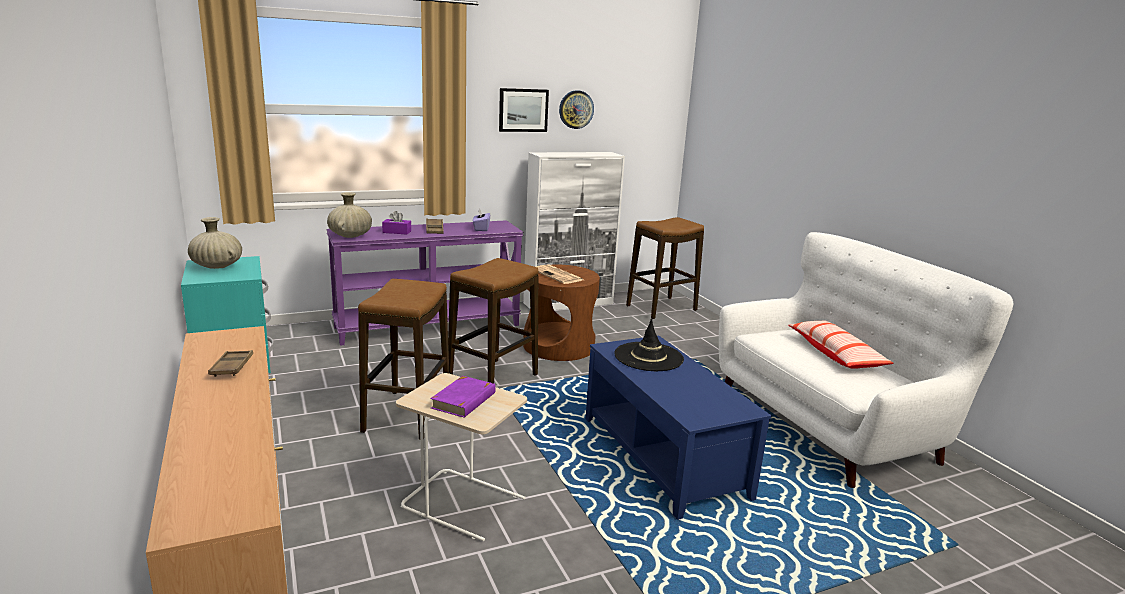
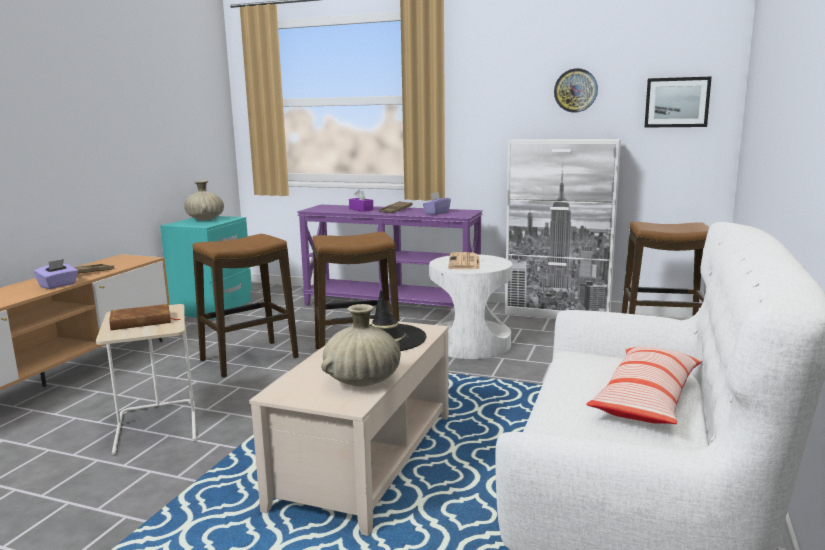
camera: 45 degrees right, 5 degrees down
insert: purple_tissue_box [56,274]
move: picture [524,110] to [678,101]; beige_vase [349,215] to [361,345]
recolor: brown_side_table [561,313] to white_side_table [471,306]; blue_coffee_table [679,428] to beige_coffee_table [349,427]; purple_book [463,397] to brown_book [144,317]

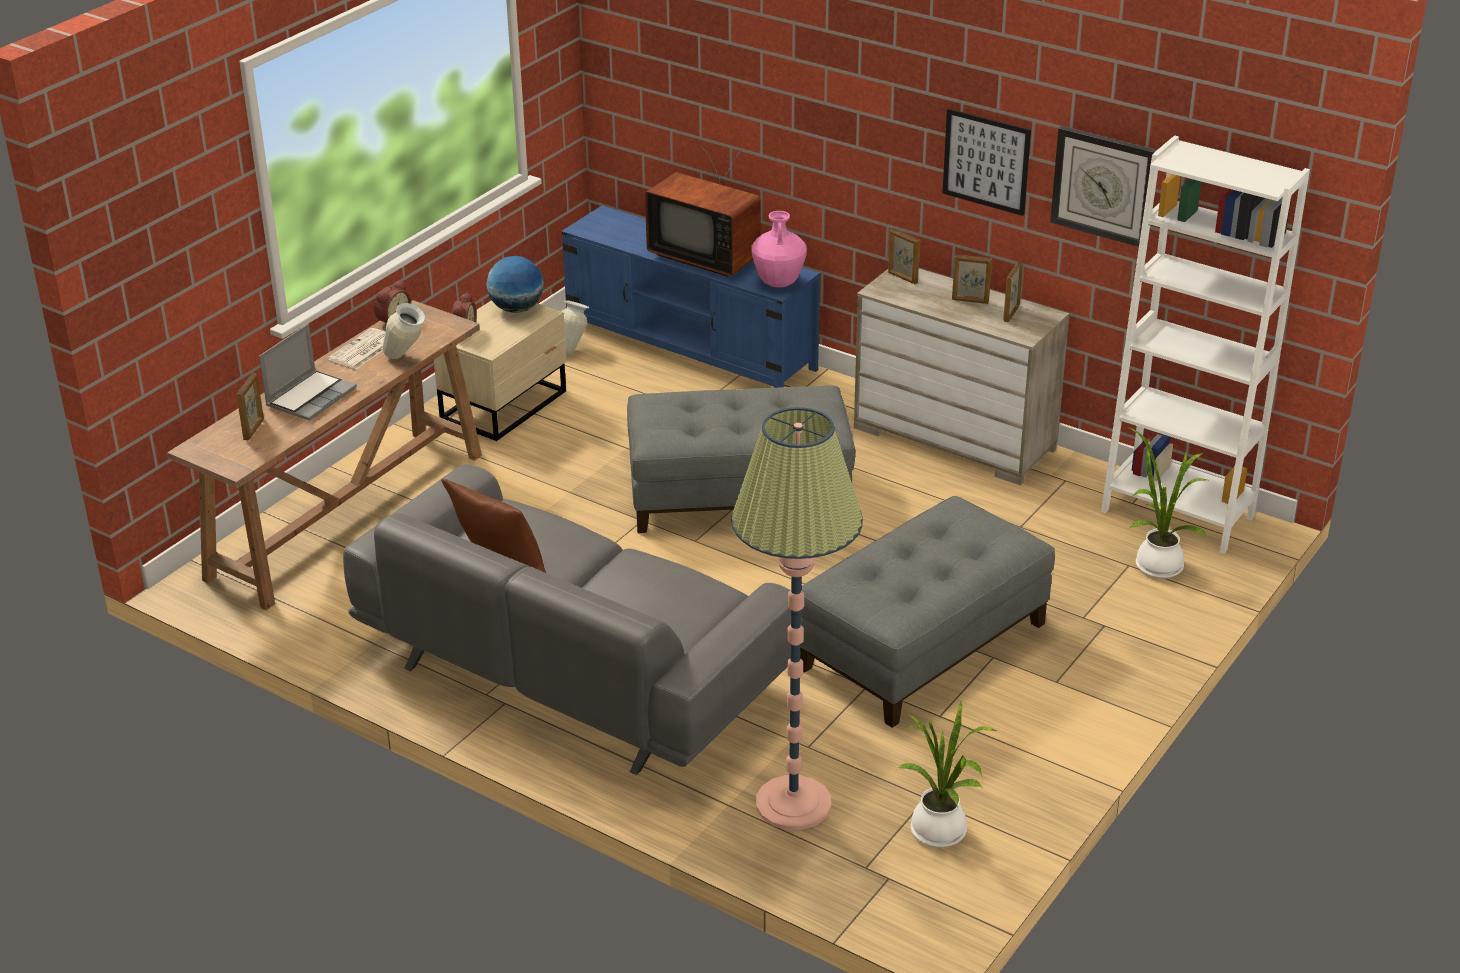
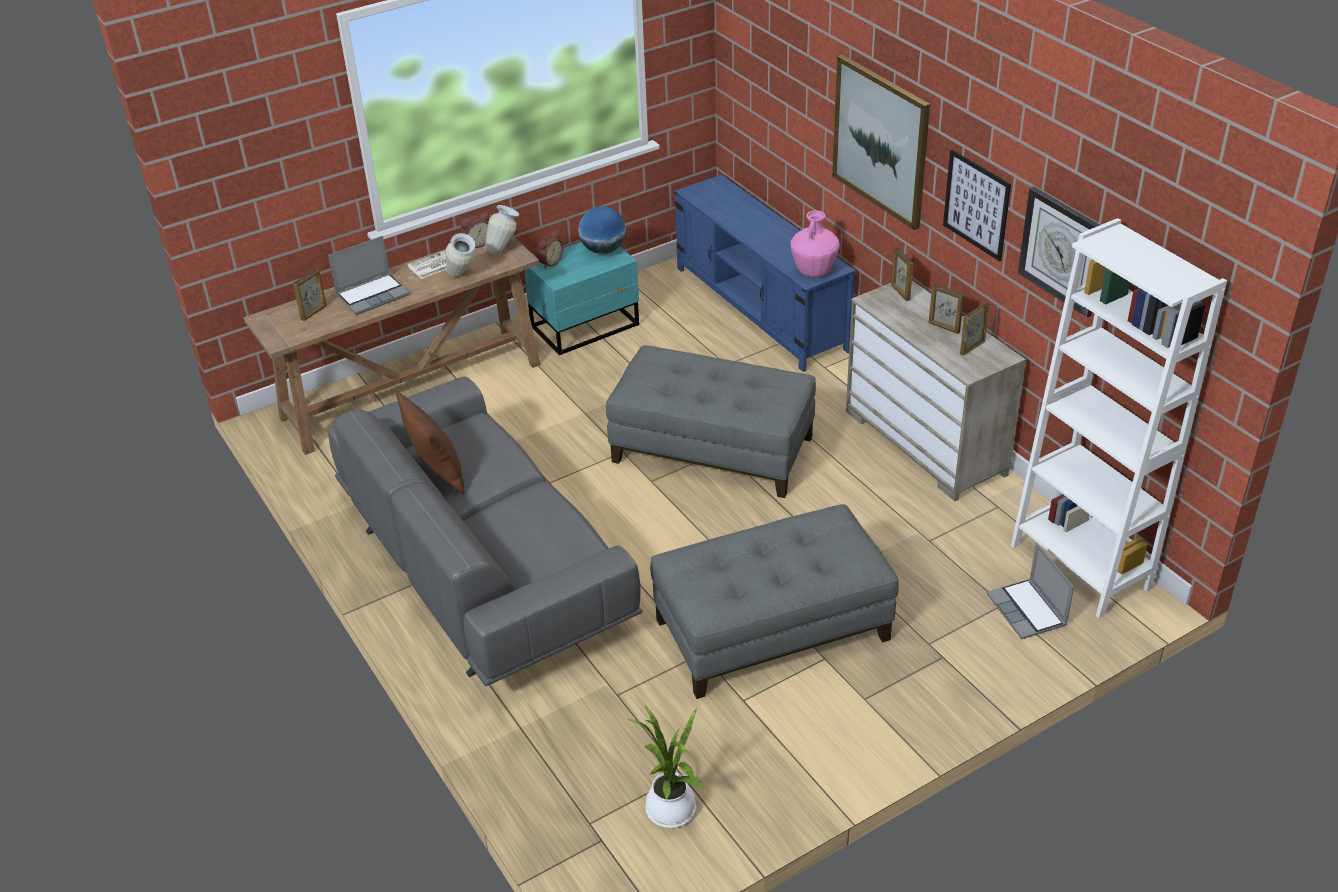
camera: 25 degrees right, 5 degrees up
delete: television [703,210]; floor_lamp [797,618]
insert: picture [881,142]
move: vase [575,327] to [502,230]
replace: potted_plant [1167,503] to laptop [1030,590]
recolor: beige_nightstand [500,370] to turquoise_nightstand [581,298]

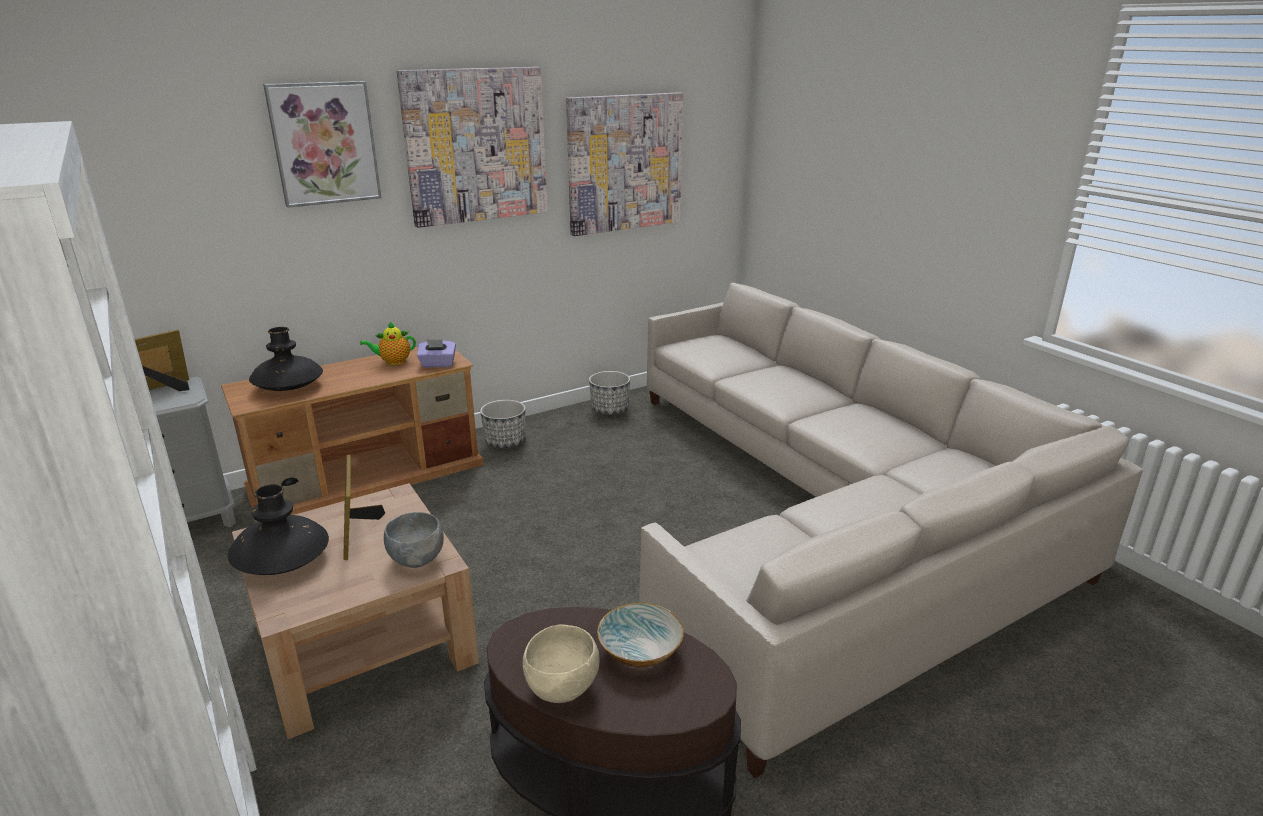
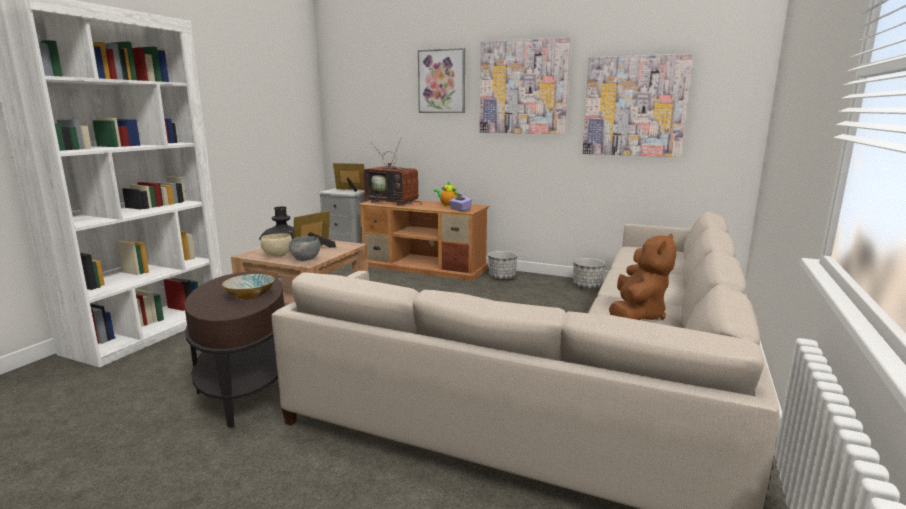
camera: 55 degrees right, 10 degrees down
insert: brown_plush_toy [642,276]
move: beige_bowl [561,663] to [276,245]
replace: black_vase [286,359] to television [393,171]

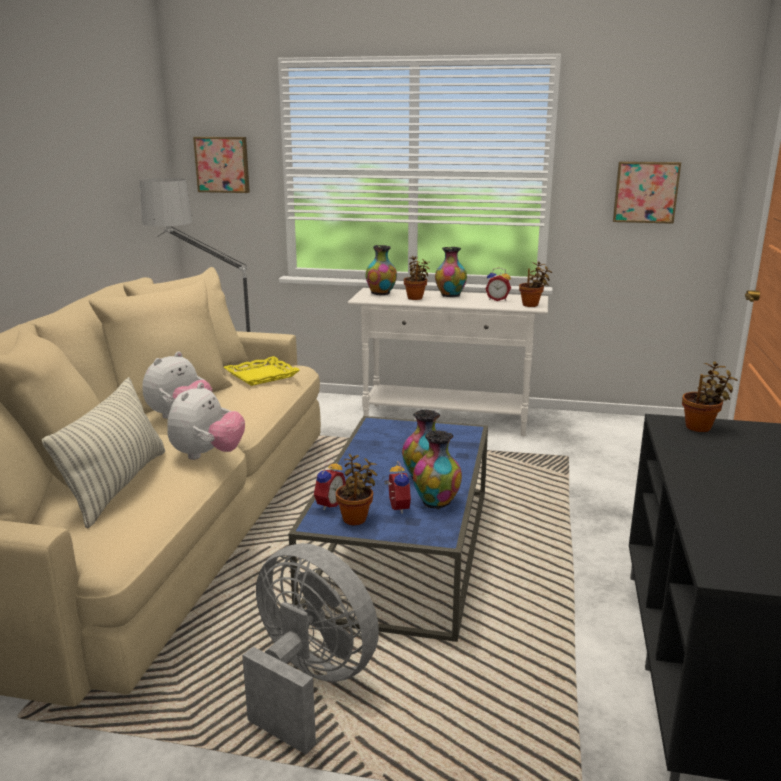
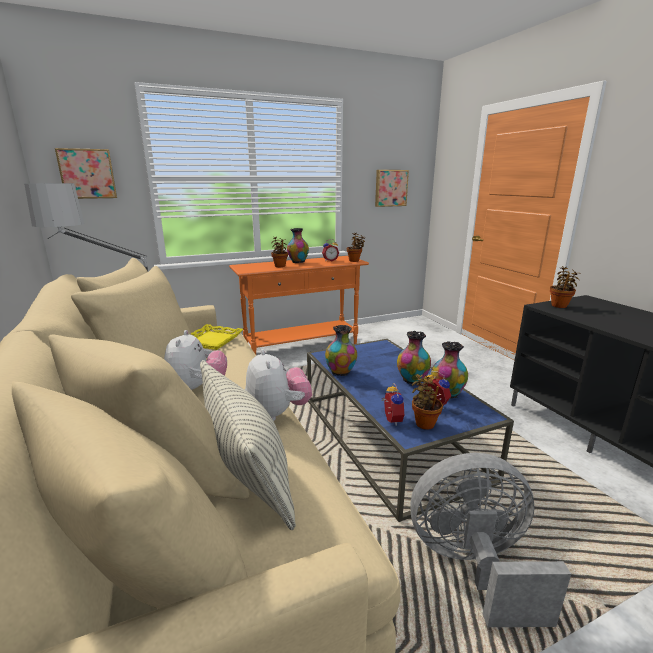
camera: 35 degrees left, 0 degrees up
move: vase [381,270] to [341,350]
recolor: white_console_table [448,362] to orange_console_table [299,305]

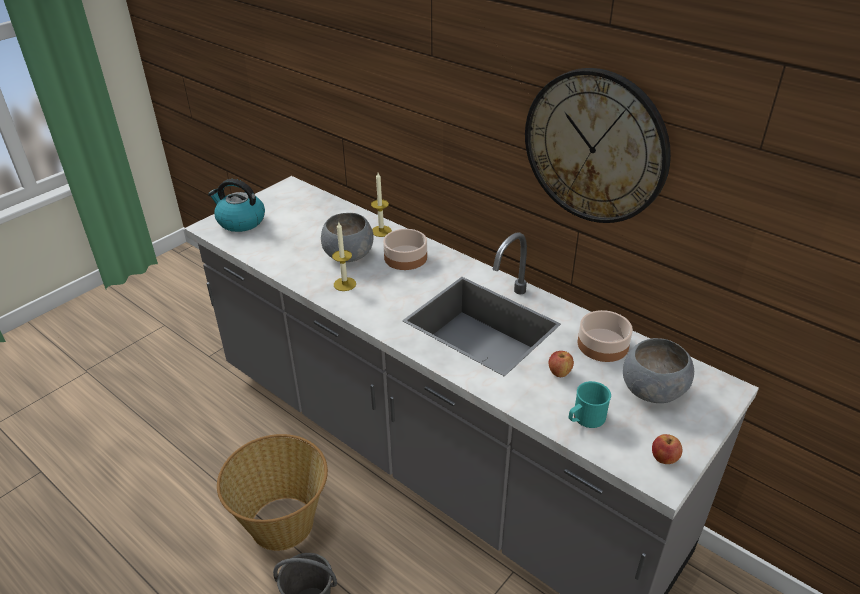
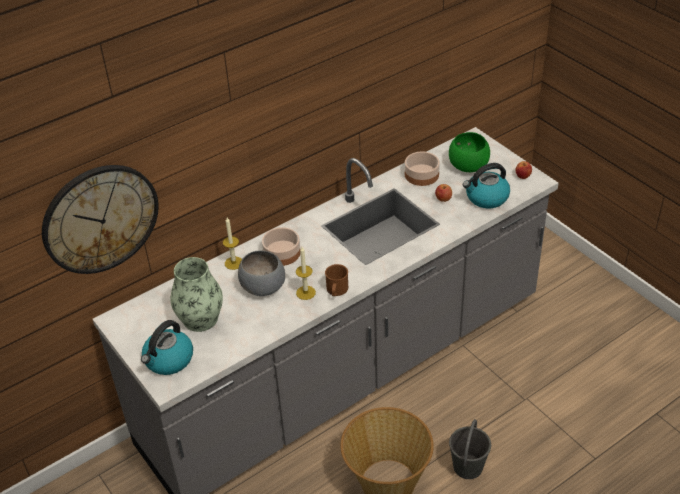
camera: 75 degrees left, 5 degrees up
insert: vase [196,294]; brown_mug [336,280]
move: wall_clock [598,145] to [100,219]
replace: turquoise_mug [590,404] to kettle [486,185]
recolor: grey_bowl [658,370] to green_bowl [469,152]

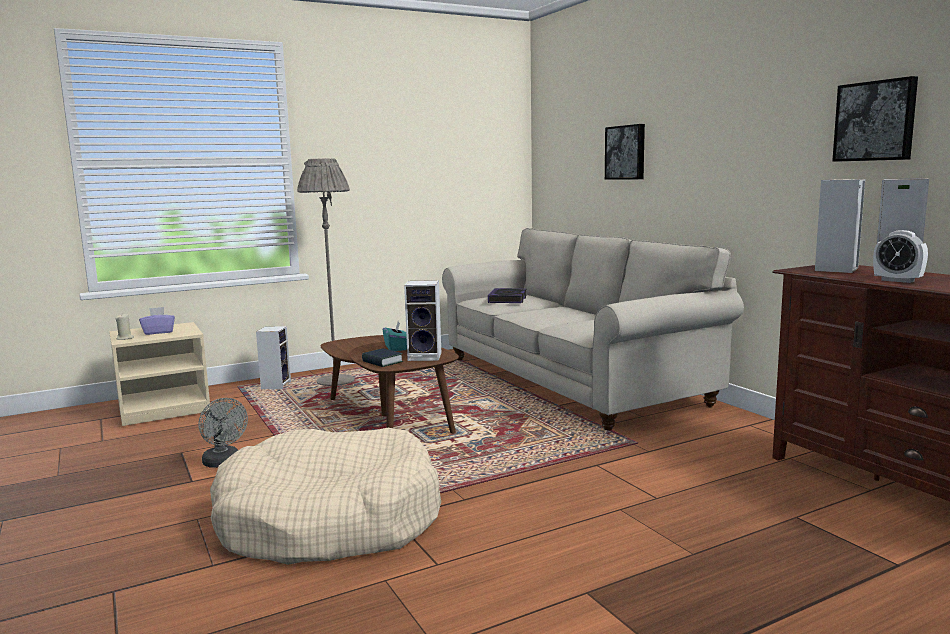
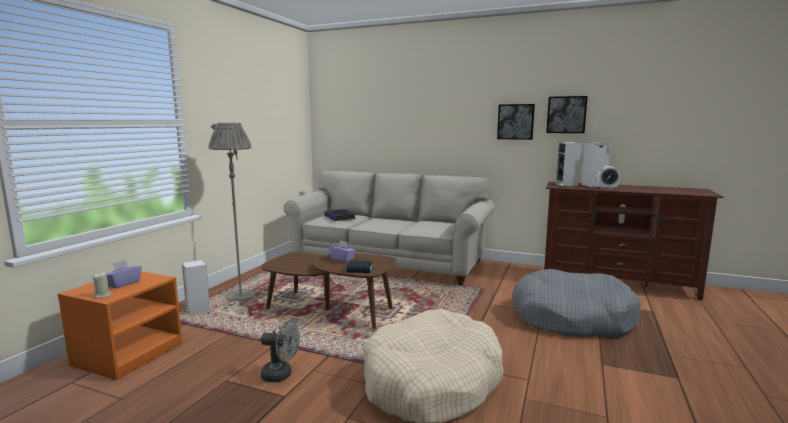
camera: 40 degrees left, 0 degrees up
delete: speaker [422,320]
insert: grey_dog_bed [576,303]
move: picture [625,152] to [516,122]
recolor: beige_nightstand [159,374] to orange_nightstand [120,325]; turquoise_tissue_box [395,336] to purple_tissue_box [342,251]

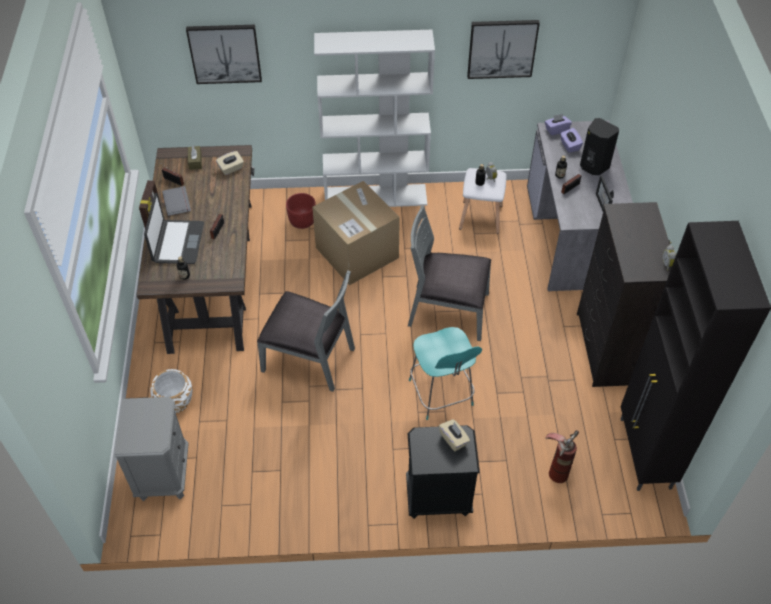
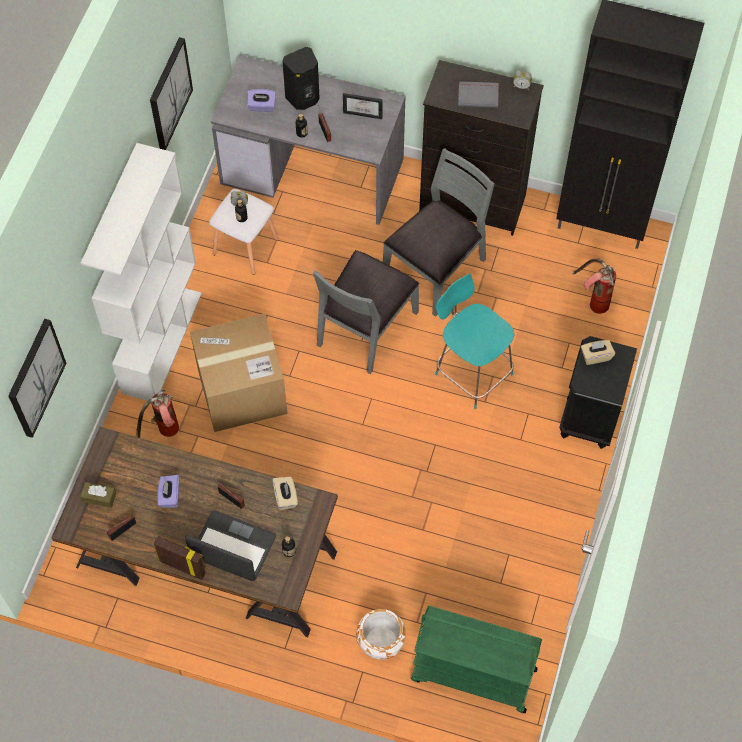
camera: 70 degrees left, 10 degrees up
move: purple_tissue_box [558,124] to [168,491]; beige_tissue_box [230,163] to [285,493]; grey_book [176,201] to [478,94]; grey_chair [306,331] to [439,232]
replace: red_planter [301,211] to fire_extinguisher [157,414]; grey_nightstand [151,449] to green_cart [476,659]
rotate: turquoise_chair [445,373] = [475,341] 135 degrees counterclockwise

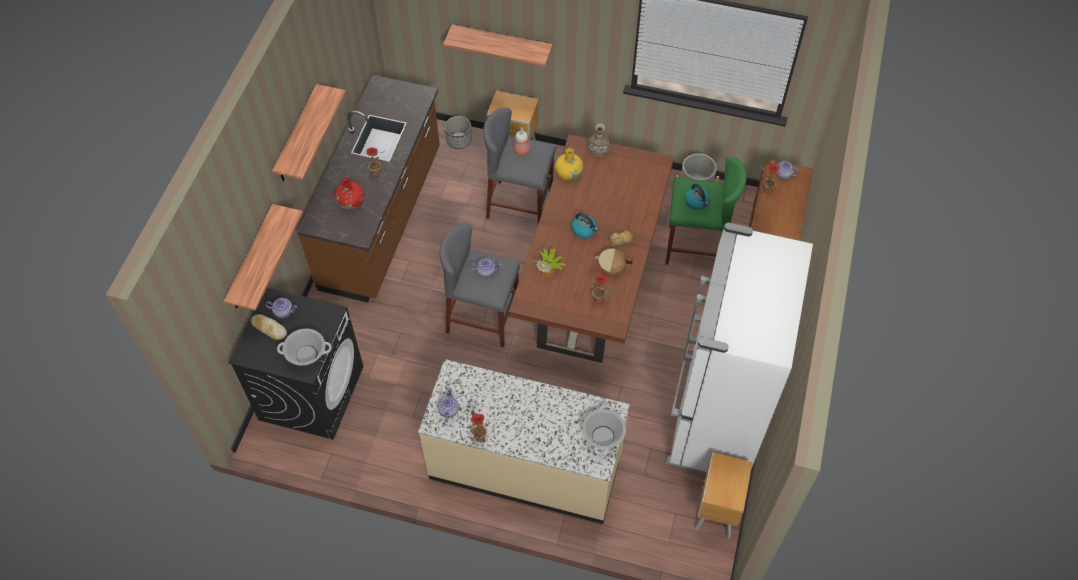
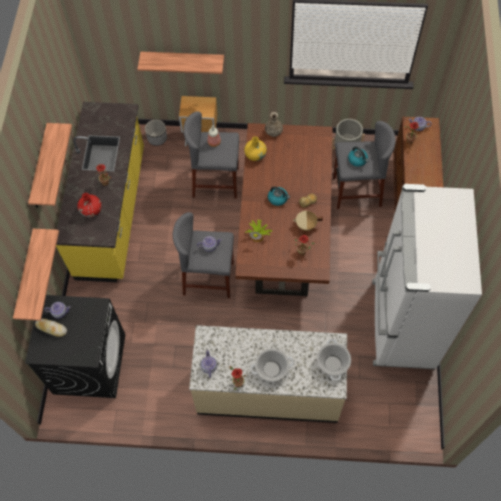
camera: 10 degrees left, 5 degrees up
delete: brown_nightstand [724,495]
move: cooking_pot [304,347] to [272,365]
recolor: brown_counter [368,189] to yellow_counter [100,192]; green_stool [706,210] to grey_stool [364,165]

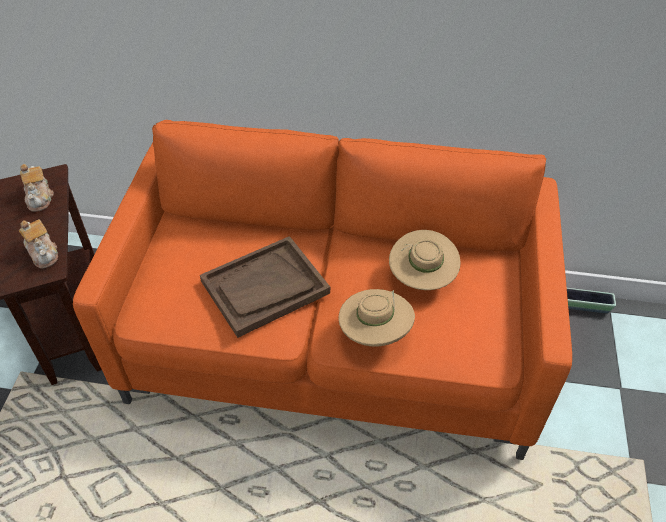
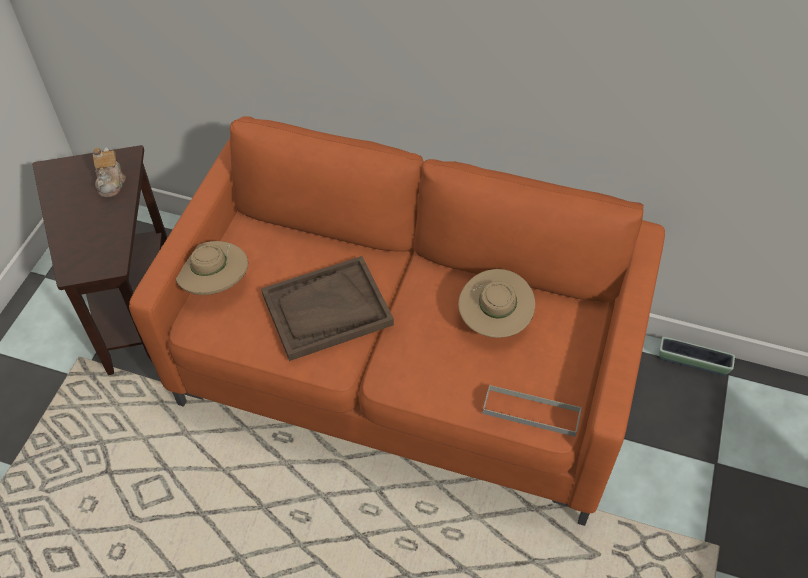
camera: 10 degrees right, 5 degrees up
delete: teapot [38,244]
insert: grey_tray [532,411]
move: beige_hat [377,317] to [212,268]

